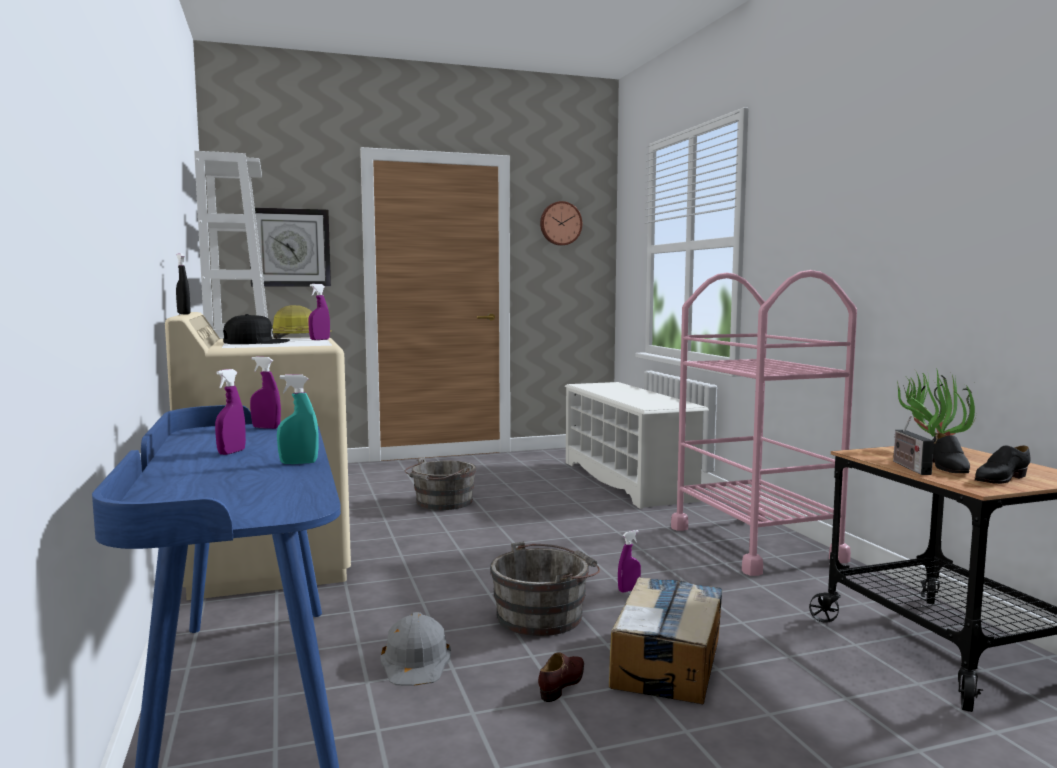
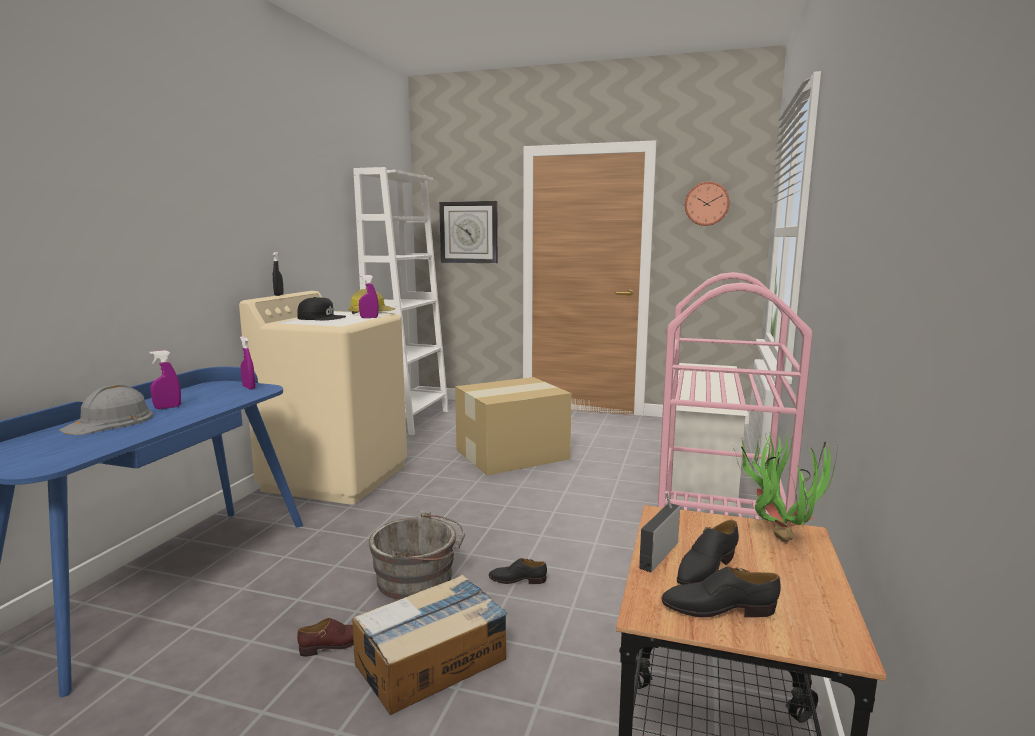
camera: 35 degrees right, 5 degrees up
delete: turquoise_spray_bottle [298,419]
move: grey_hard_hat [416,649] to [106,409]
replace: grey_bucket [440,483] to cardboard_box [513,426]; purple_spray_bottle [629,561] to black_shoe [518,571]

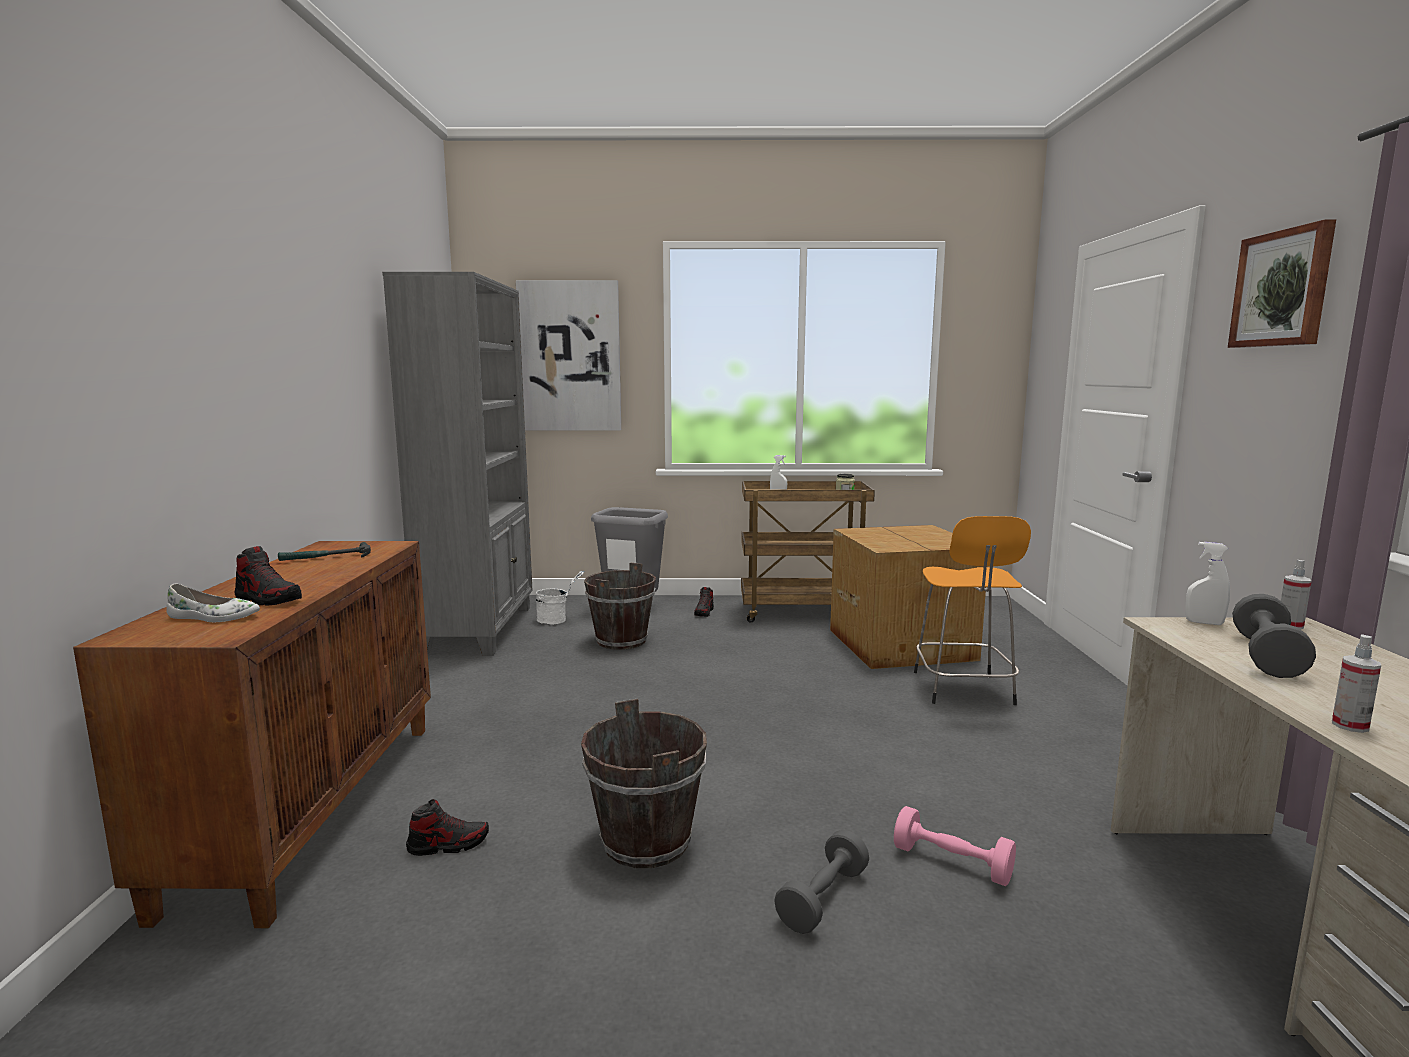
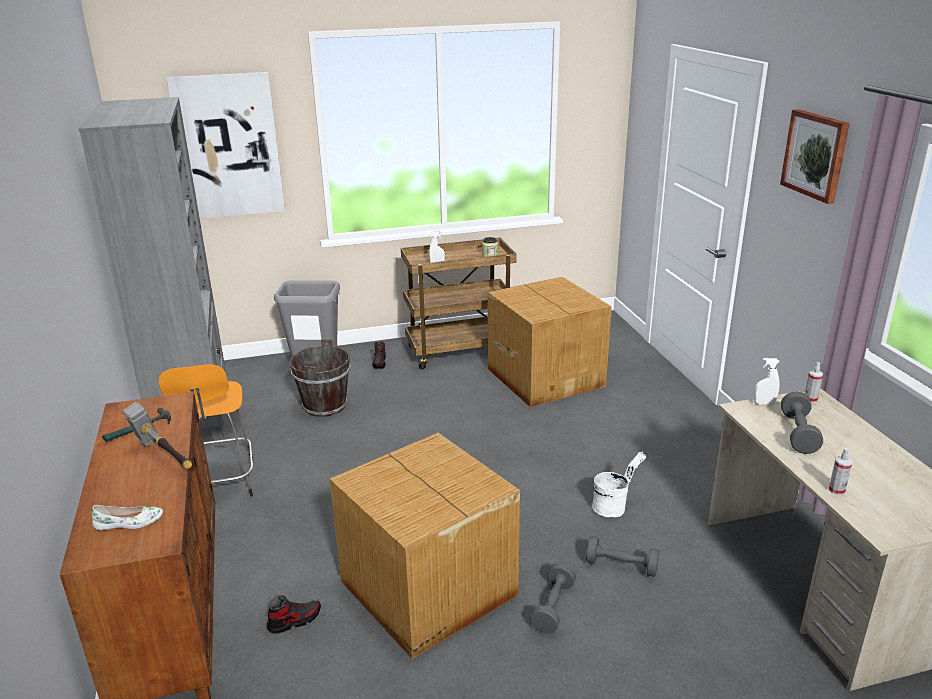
camera: 15 degrees left, 15 degrees up
delete: shoe [268,576]
insert: hammer [157,435]
move: orange_stool [972,610] to [205,431]; white_bucket [560,598] to [619,484]
replace: brown_bucket [644,783] to cardboard_box [425,546]
recolor: pink_dumbbell [955,846] to grey_dumbbell [622,556]

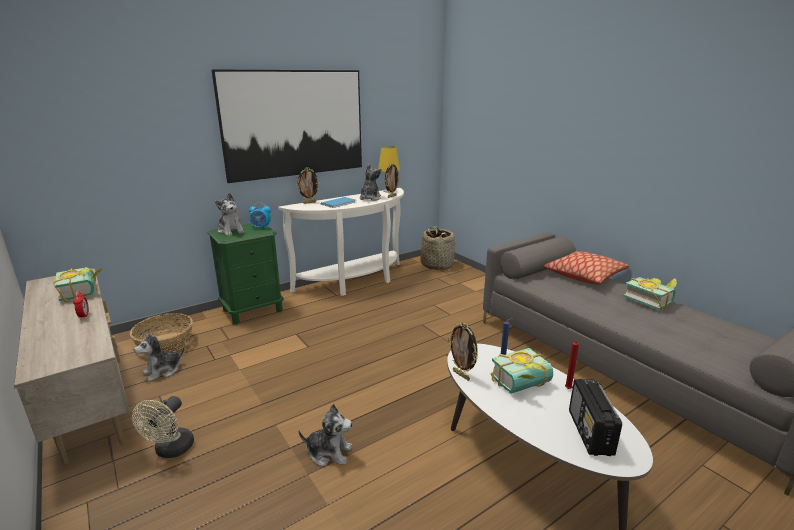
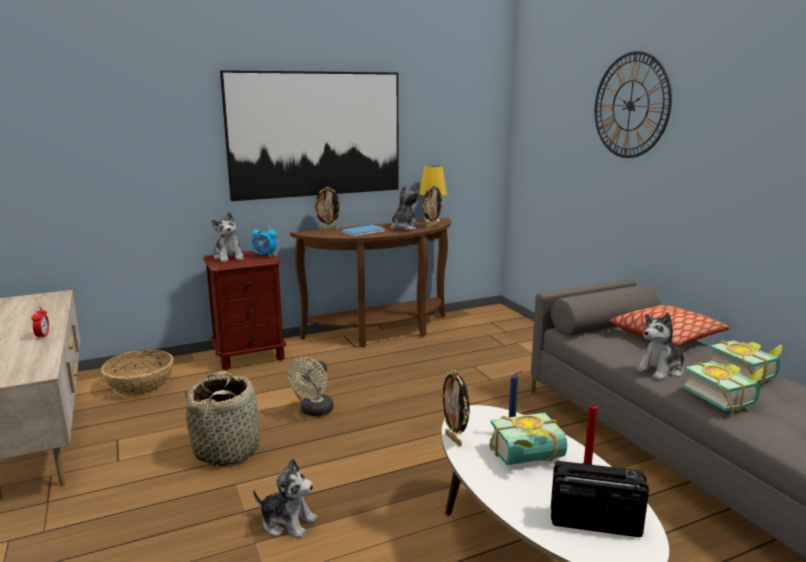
camera: 10 degrees right, 5 degrees down
insert: wall_clock [633,104]
move: basket [437,248] to [222,418]; book [77,284] to [722,387]; plush_toy [159,357] to [660,346]; beige_fan [163,427] to [311,386]
recolor: white_console_table [341,242] to brown_console_table [370,283]; green_nightstand [246,273] to brown_nightstand [244,310]
rotate: radio [595,417] = [600,499] 90 degrees clockwise

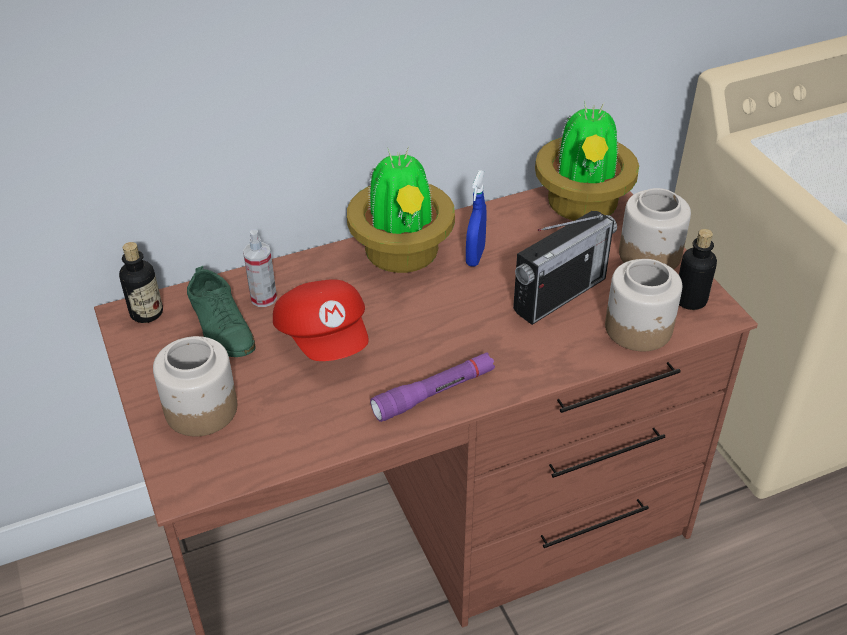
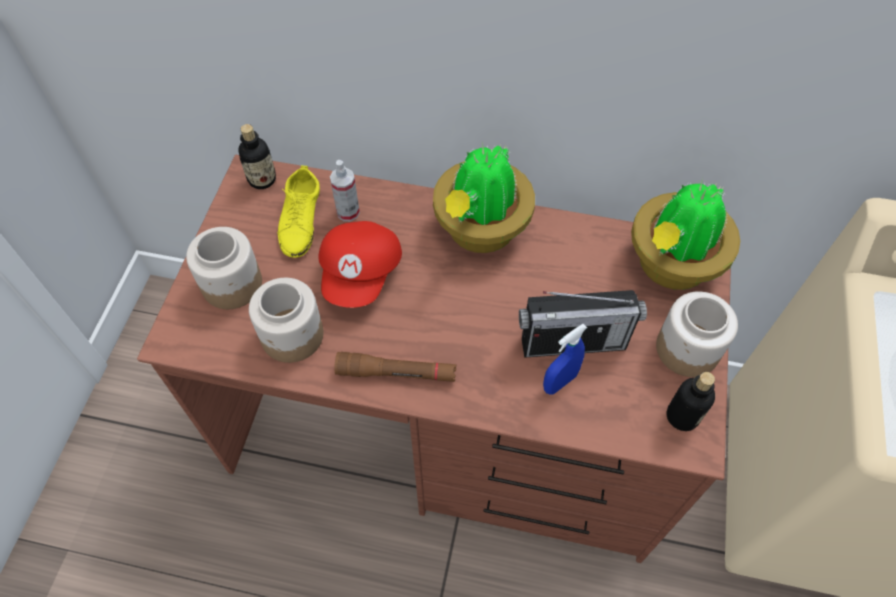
camera: 35 degrees right, 15 degrees up
move: blue_spray_bottle [476,218] to [565,359]; jar [643,305] to [286,320]
recolor: green_shoe [221,311] to yellow_shoe [299,212]; purple_flashlight [432,387] to brown_flashlight [395,367]

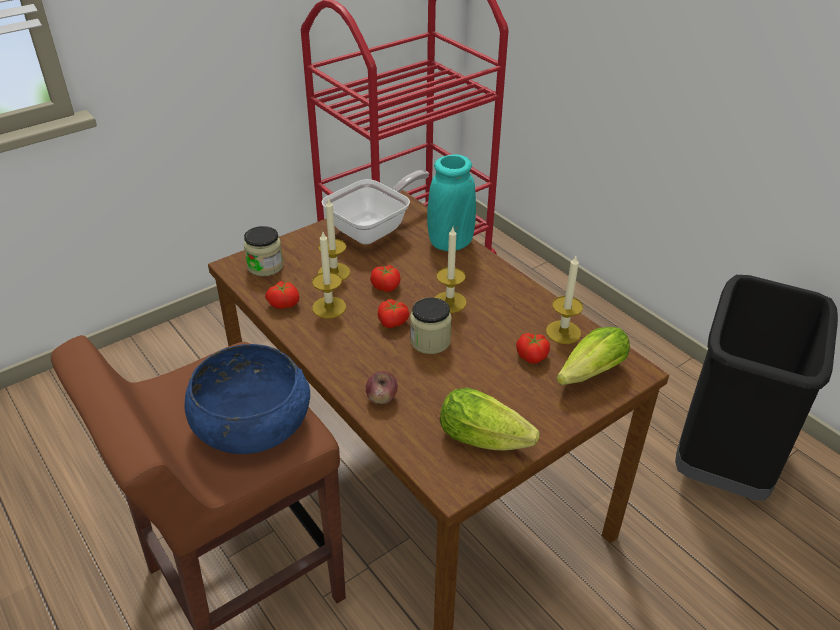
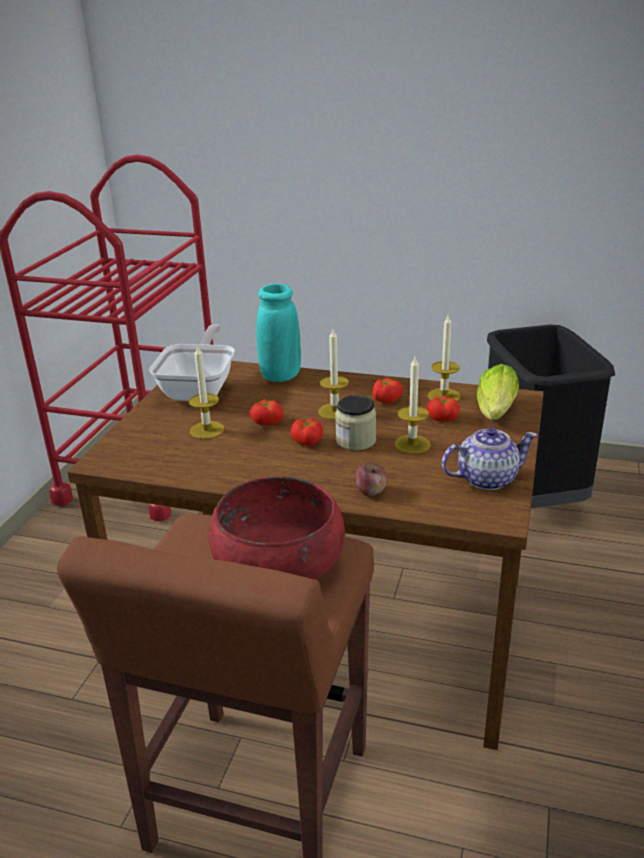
camera: 35 degrees left, 10 degrees down
delete: jar [263,251]
move: candle [329,275] to [412,405]; tomato [282,295] to [388,391]
replace: lettuce [490,419] to teapot [489,458]
recolor: blue_bowl [247,399] to red_bowl [277,528]

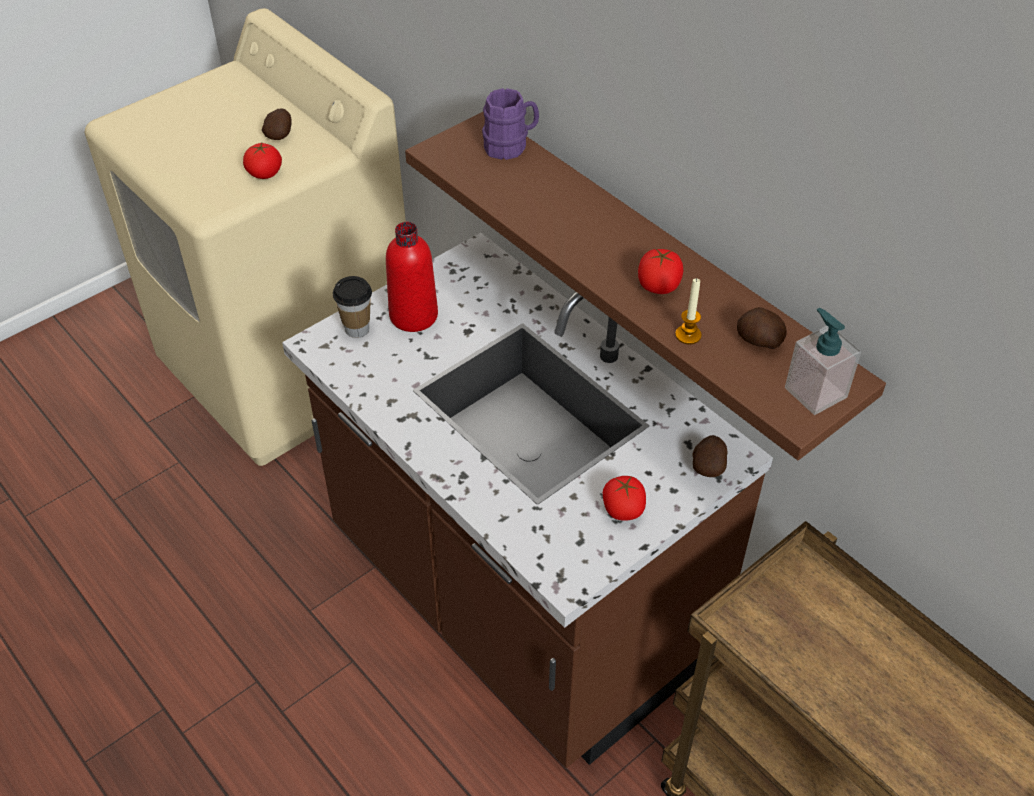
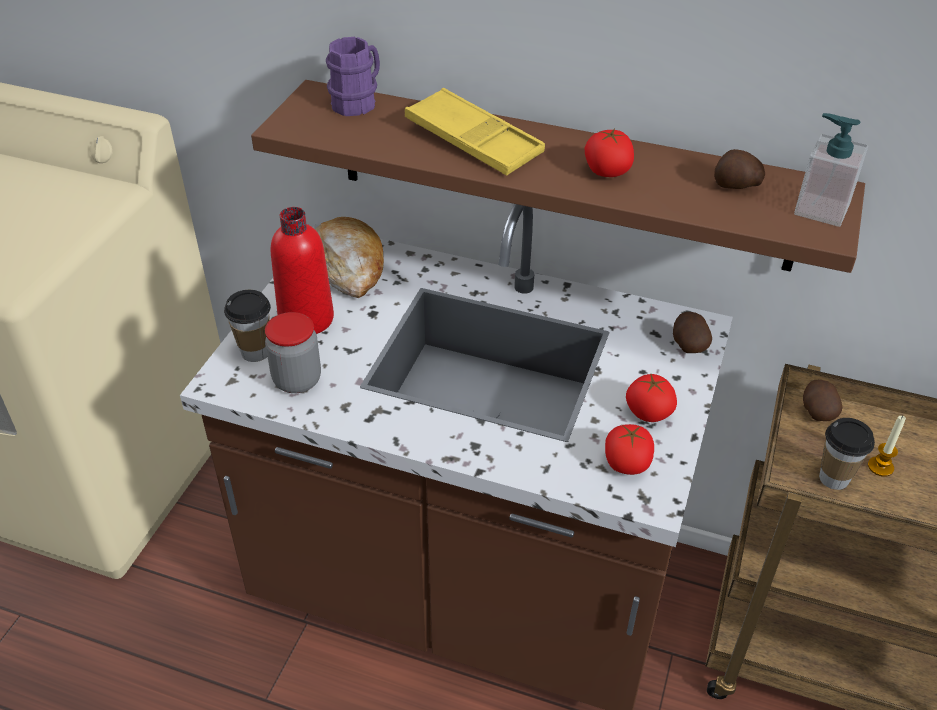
camera: 30 degrees left, 5 degrees down
insert: yellow_tray [475,132]; bread [349,257]; jar [293,352]; cup [847,454]
move: potato [277,124] to [822,400]; tomato [262,161] to [629,449]; candle [688,311] to [887,446]

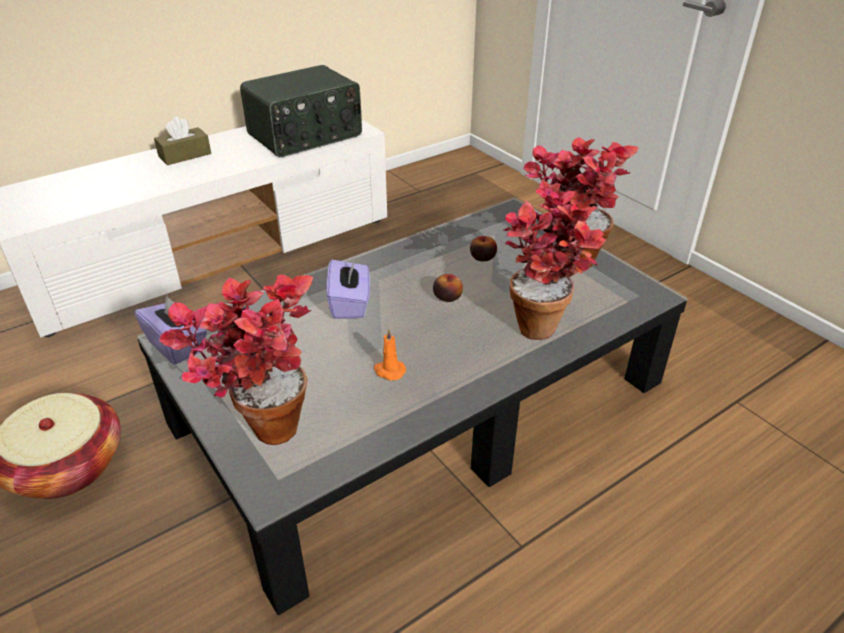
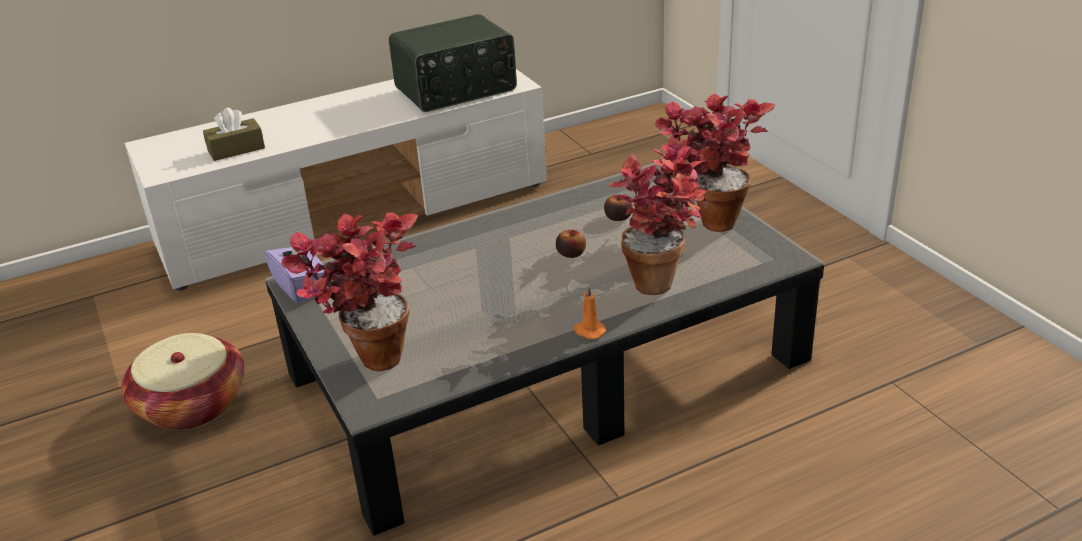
camera: 10 degrees right, 5 degrees down
delete: purple_tissue_box [348,288]
move: brown_tissue_box [182,140] to [234,134]; orange_candle [390,354] to [590,312]

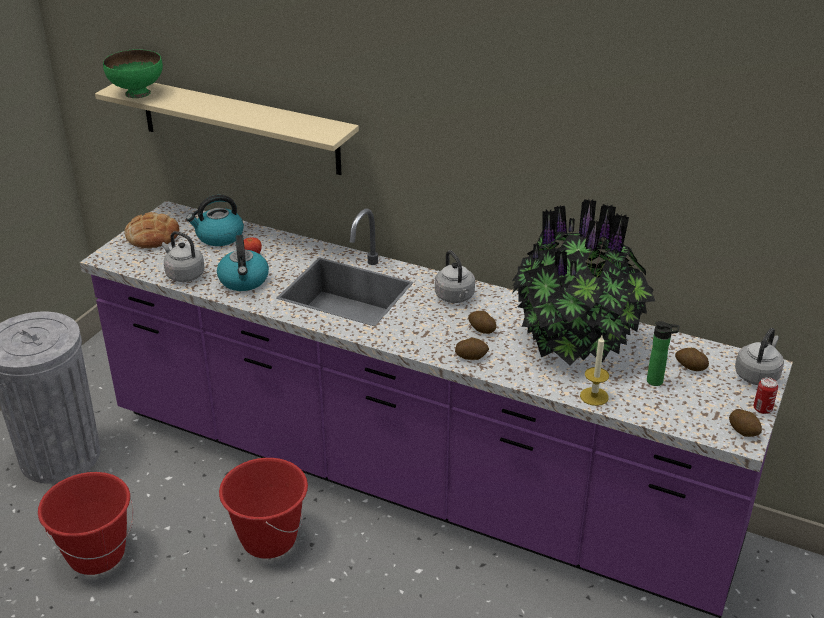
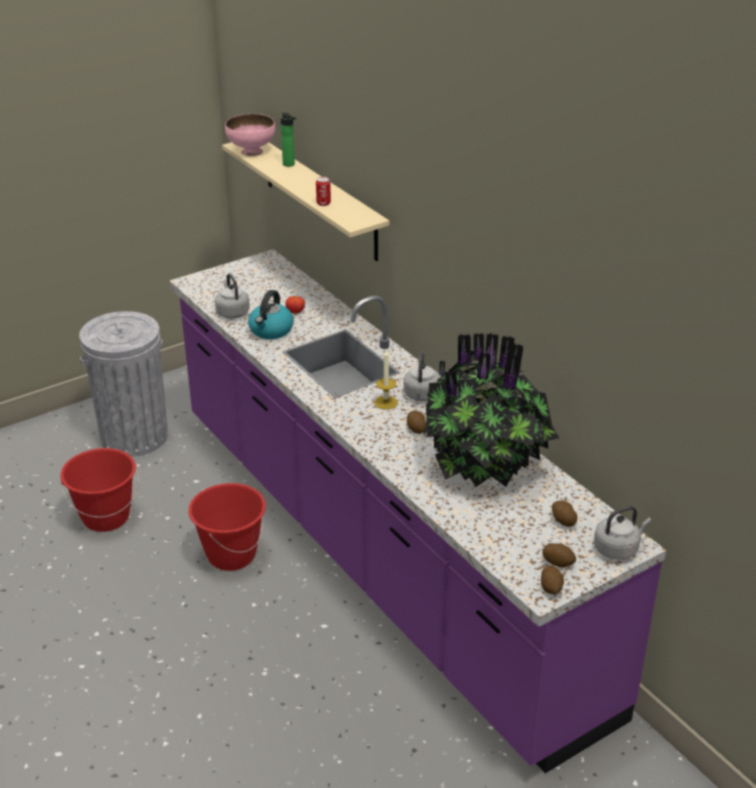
camera: 30 degrees right, 0 degrees up
delete: kettle [215,220]; bread [152,230]
move: bottle [663,353] to [288,140]; candle [594,370] to [386,379]; potato [472,349] to [559,555]; can [766,395] to [323,191]
recolor: green_bowl [133,73] to pink_bowl [250,135]

